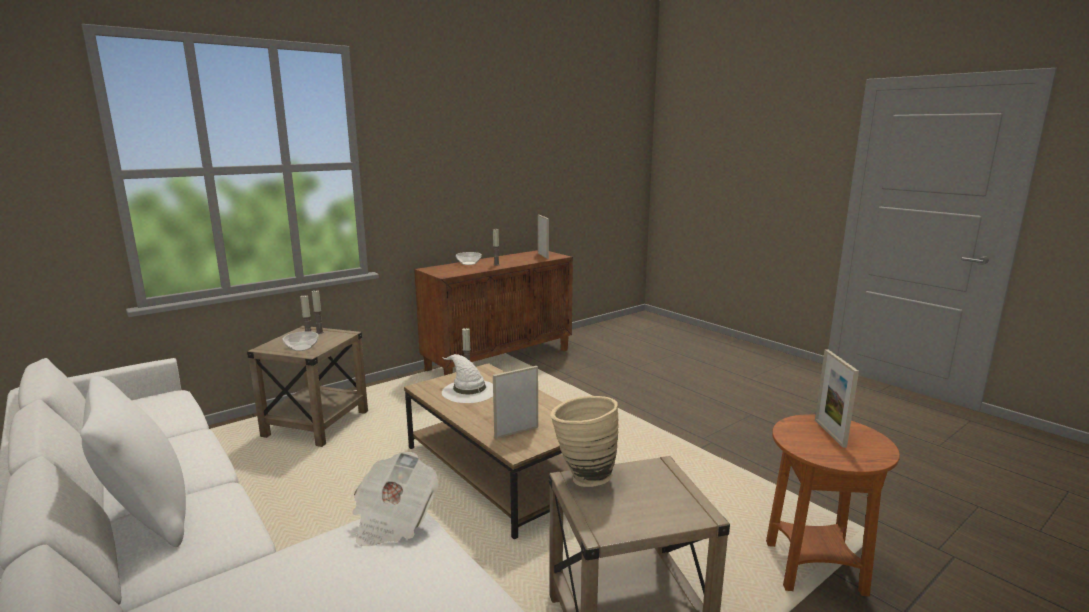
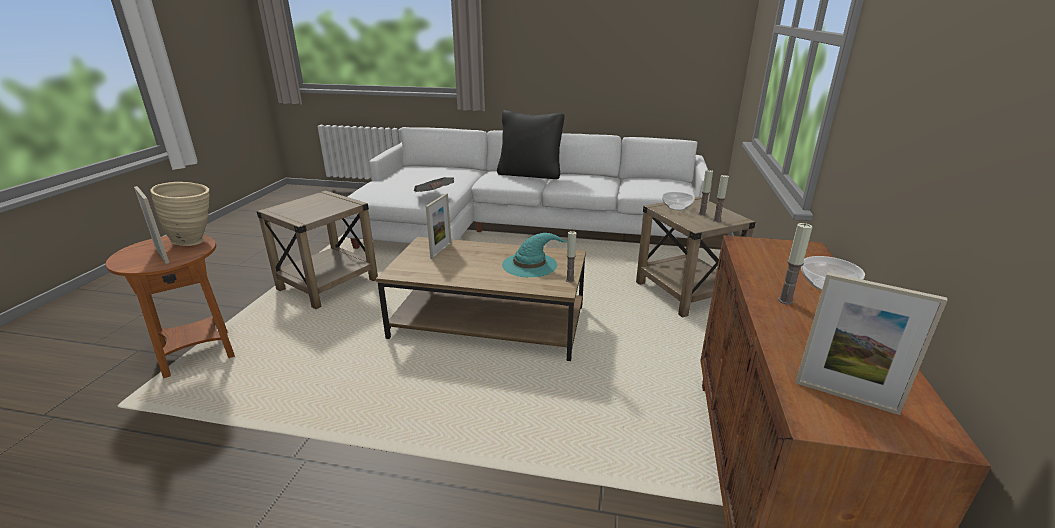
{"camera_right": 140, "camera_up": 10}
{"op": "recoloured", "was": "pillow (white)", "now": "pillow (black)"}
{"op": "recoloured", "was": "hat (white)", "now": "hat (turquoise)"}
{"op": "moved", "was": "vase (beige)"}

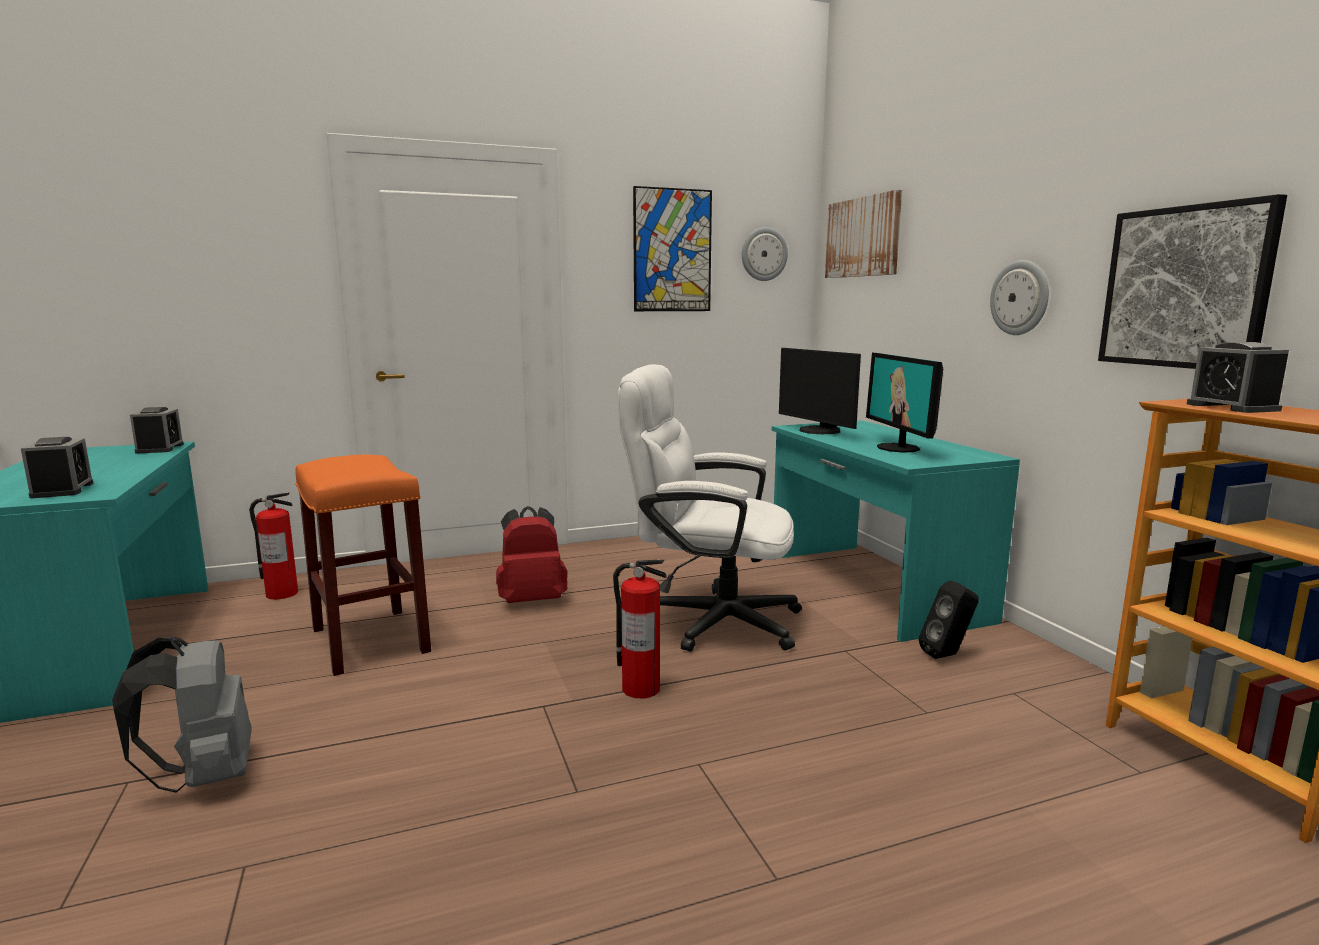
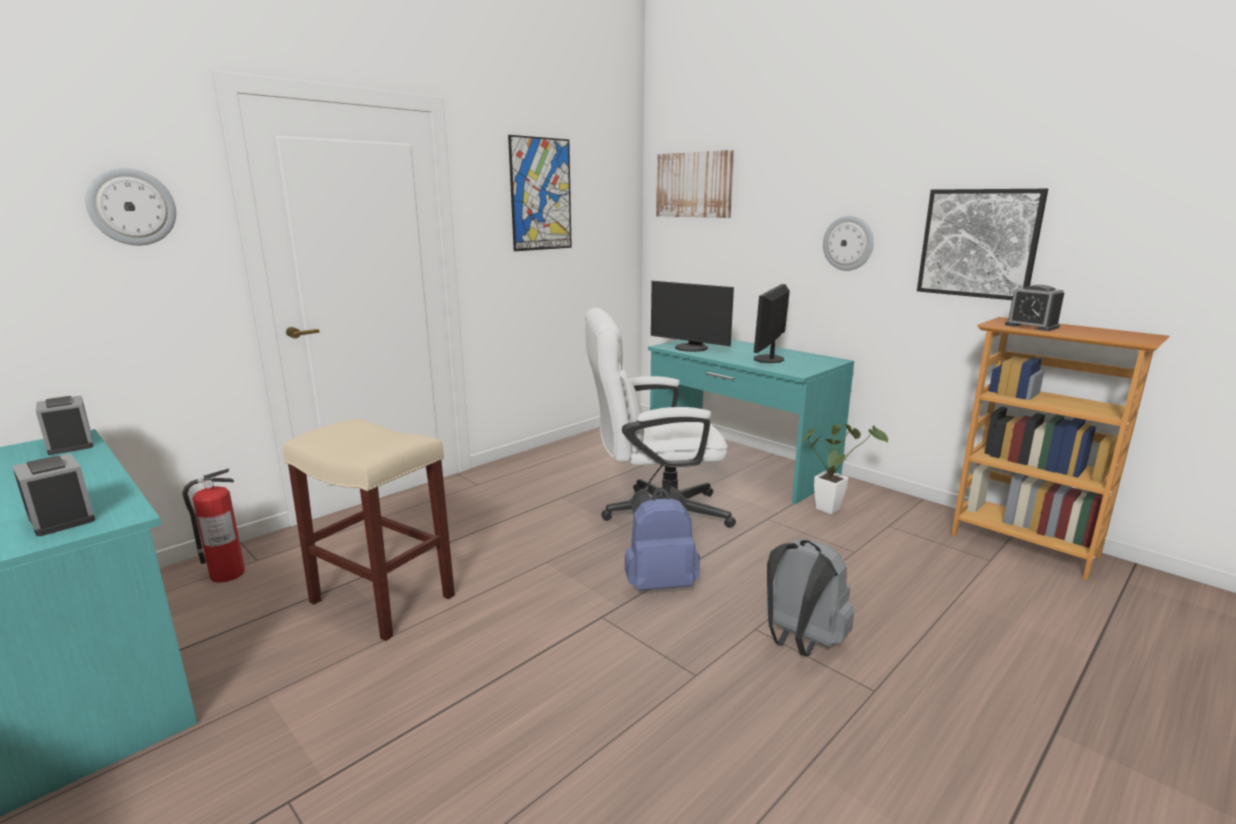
{"camera_right": -25, "camera_up": 5}
{"op": "moved", "was": "backpack (grey)"}
{"op": "recoloured", "was": "stool (orange)", "now": "stool (beige)"}
{"op": "removed", "was": "backpack (red)"}
{"op": "replaced", "was": "fire extinguisher (2nd from left)", "now": "backpack (blue)"}
{"op": "moved", "was": "wall clock (1st from left)"}
{"op": "turned", "was": "monitor (2nd from left)", "clockwise": 60}
{"op": "replaced", "was": "speaker (black)", "now": "potted plant"}

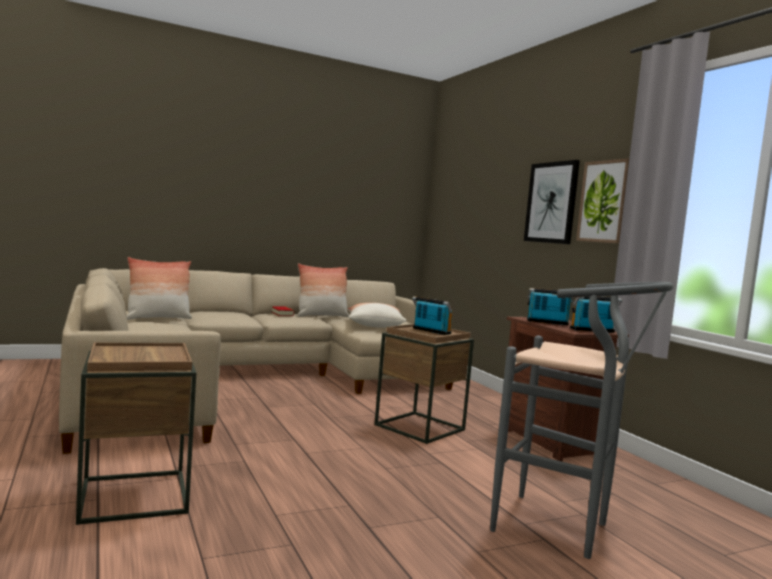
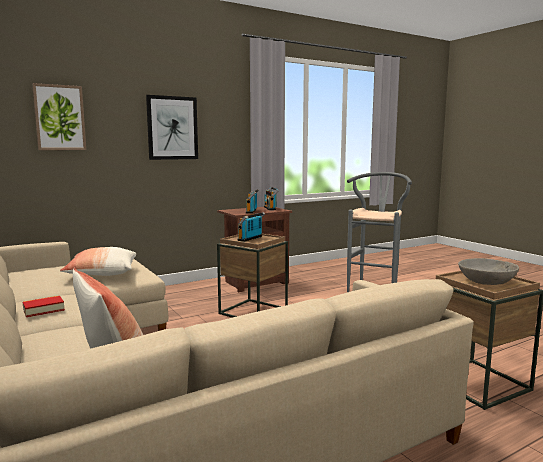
{"camera_right": -95, "camera_up": 5}
{"op": "removed", "was": "pillow (2nd from left)"}
{"op": "moved", "was": "picture (2nd from left in the first image)", "now": "picture (1st from left)"}
{"op": "added", "now": "bowl (grey)"}

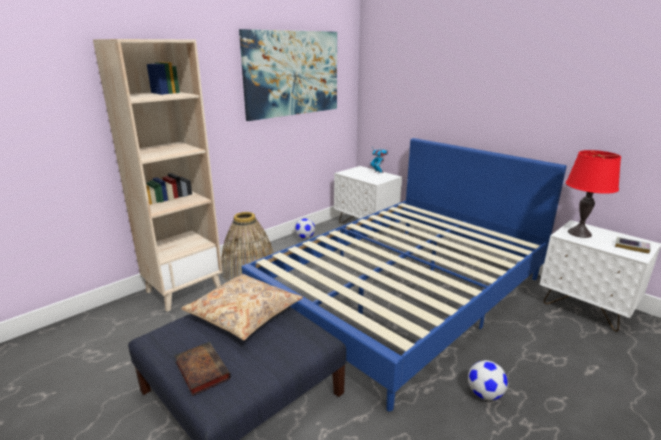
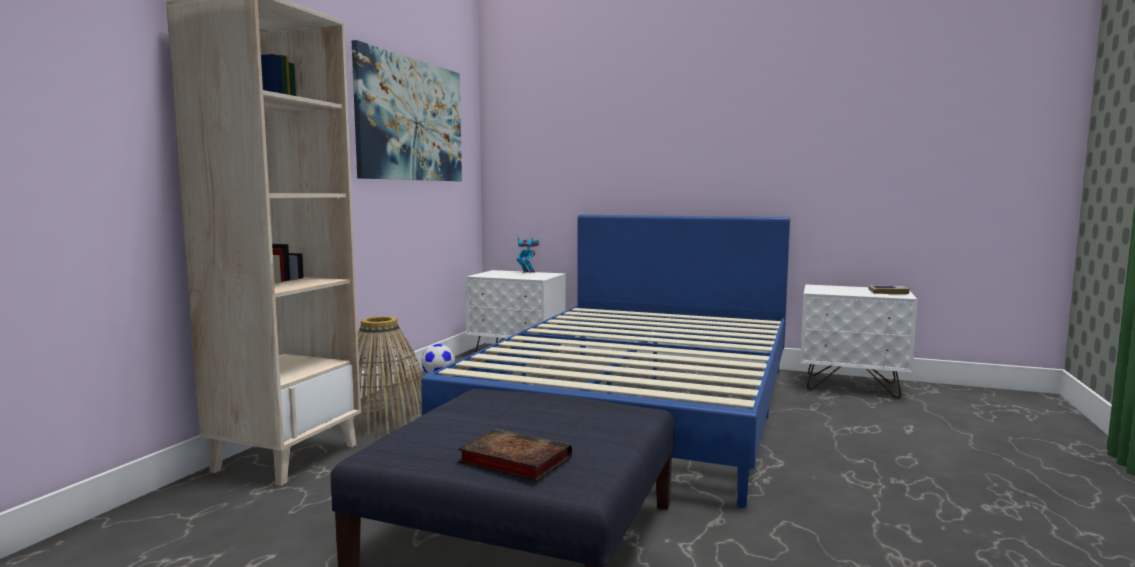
{"camera_right": -25, "camera_up": -15}
{"op": "removed", "was": "pillow (beige)"}
{"op": "removed", "was": "football (2nd from left)"}
{"op": "removed", "was": "table lamp (red)"}

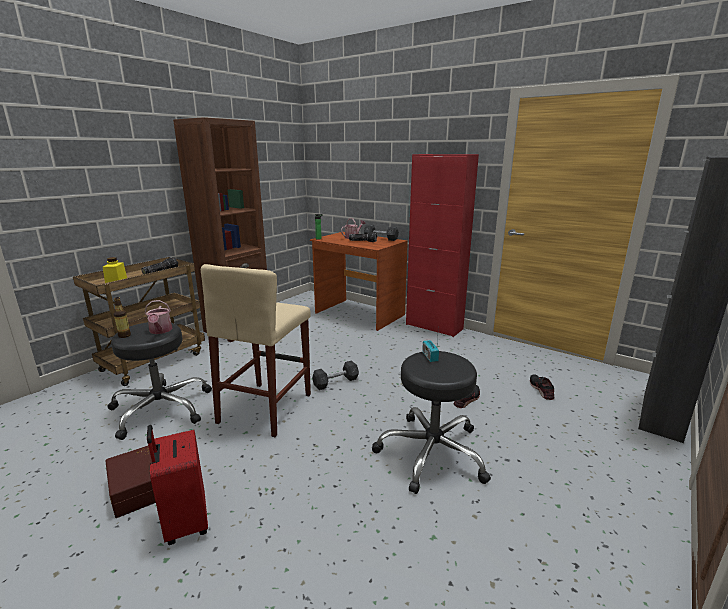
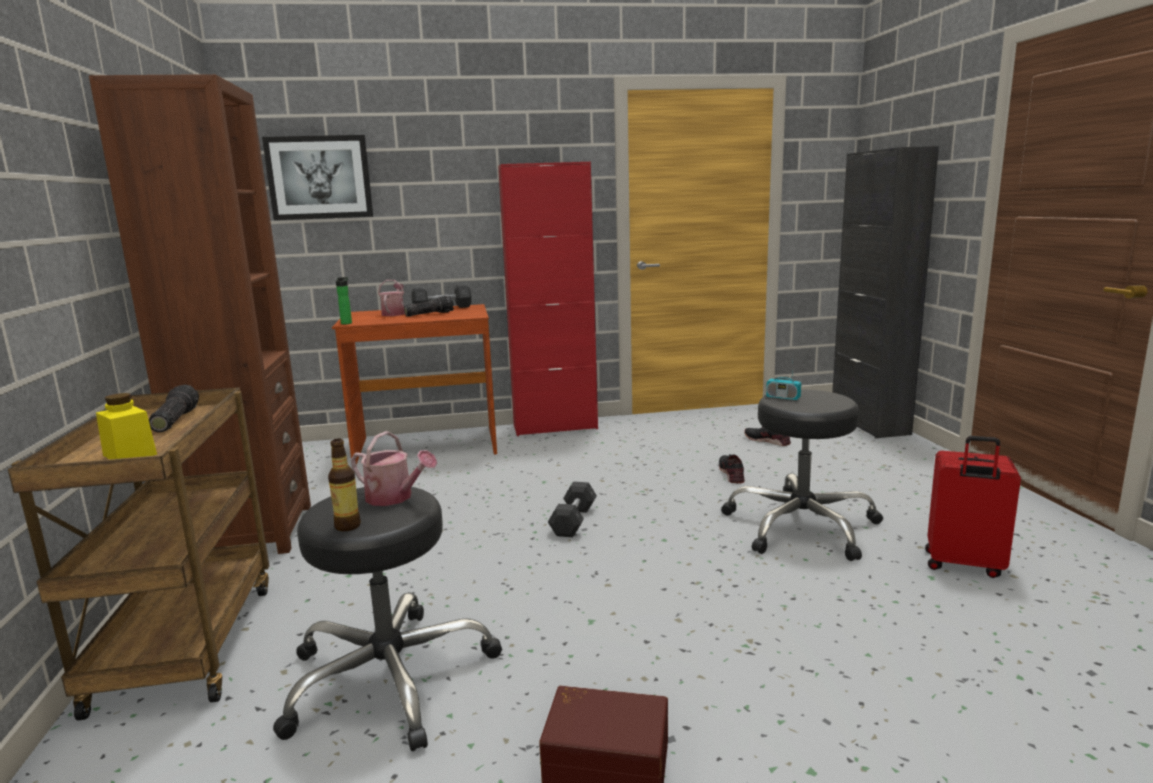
{"camera_right": -45, "camera_up": -5}
{"op": "moved", "was": "suitcase (red)"}
{"op": "removed", "was": "stool (beige)"}
{"op": "added", "now": "picture"}

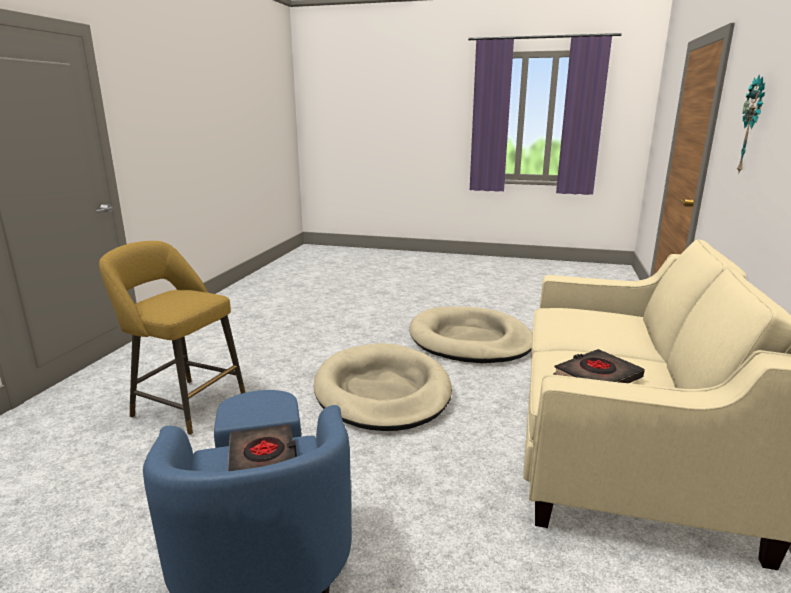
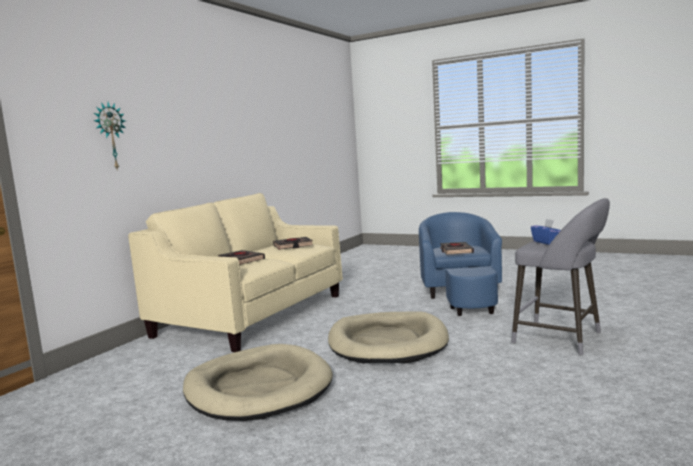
{"camera_right": -165, "camera_up": -10}
{"op": "recoloured", "was": "stool (yellow)", "now": "stool (grey)"}
{"op": "added", "now": "book (black) (1st from left)"}
{"op": "added", "now": "tissue box (blue)"}

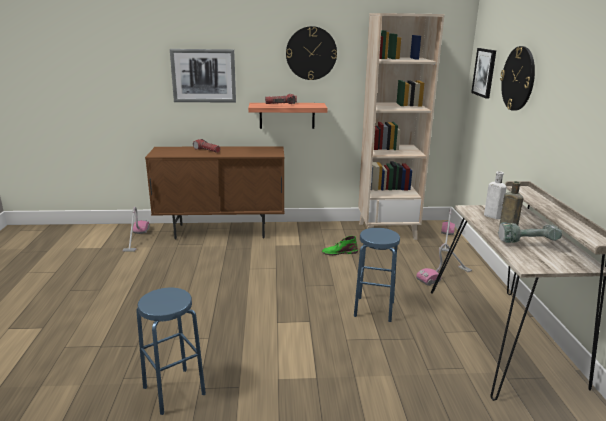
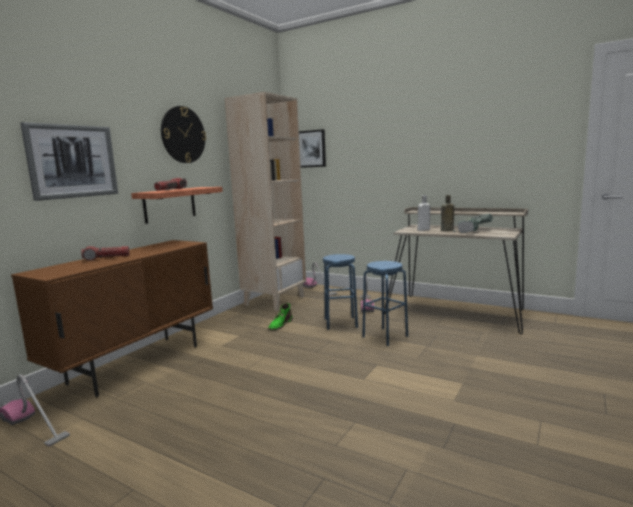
{"camera_right": -55, "camera_up": -10}
{"op": "moved", "was": "stool (blue) (1st from left)"}
{"op": "removed", "was": "wall clock (2nd from left)"}

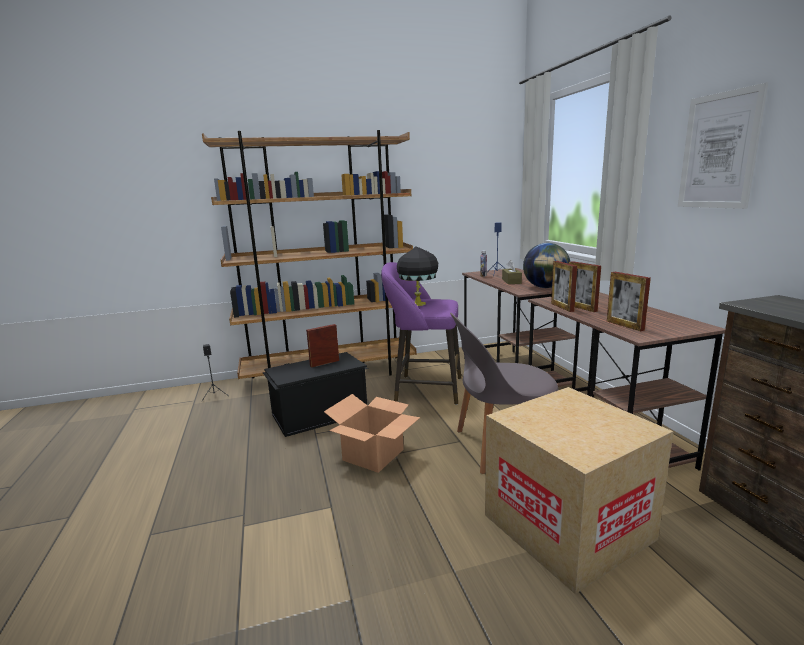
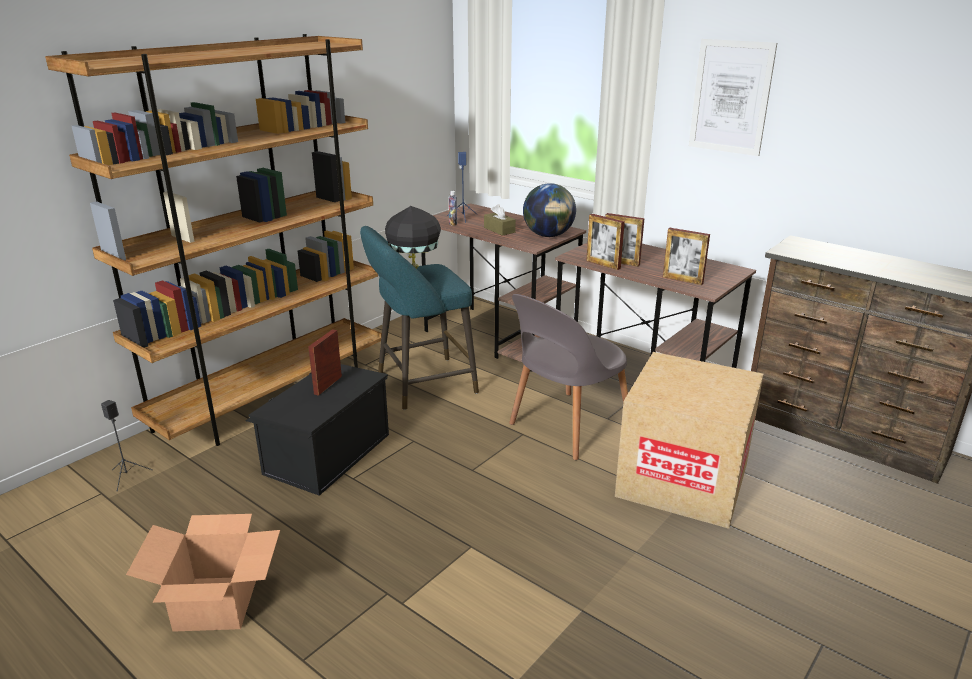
{"camera_right": -35, "camera_up": 10}
{"op": "moved", "was": "cardboard box (1st from left)"}
{"op": "recoloured", "was": "stool (purple)", "now": "stool (turquoise)"}

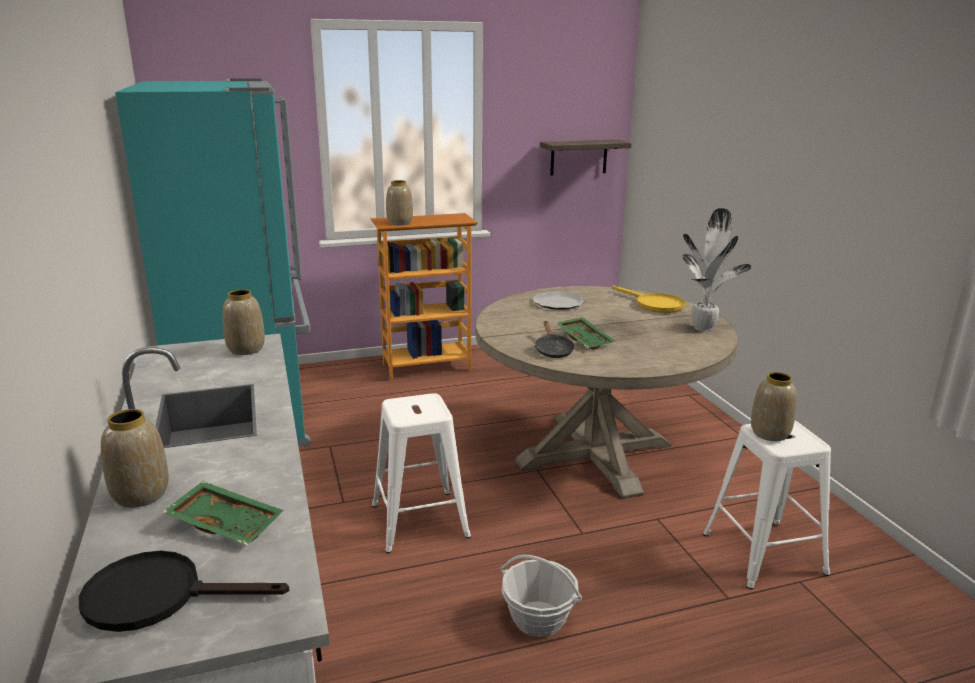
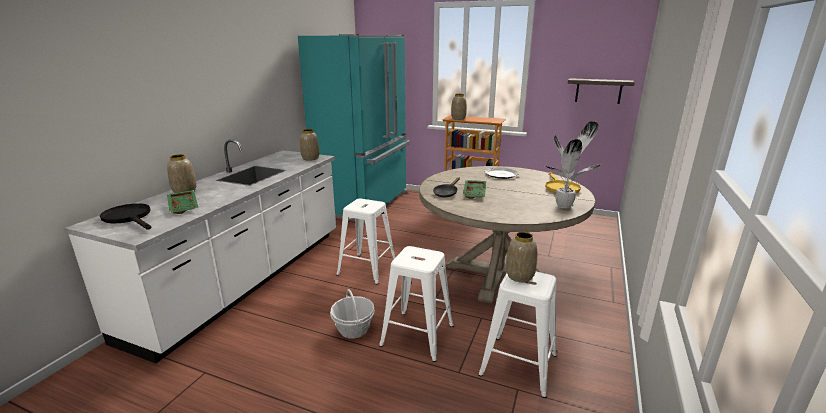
{"camera_right": 40, "camera_up": 0}
{"op": "added", "now": "stool (white) (2nd from left)"}

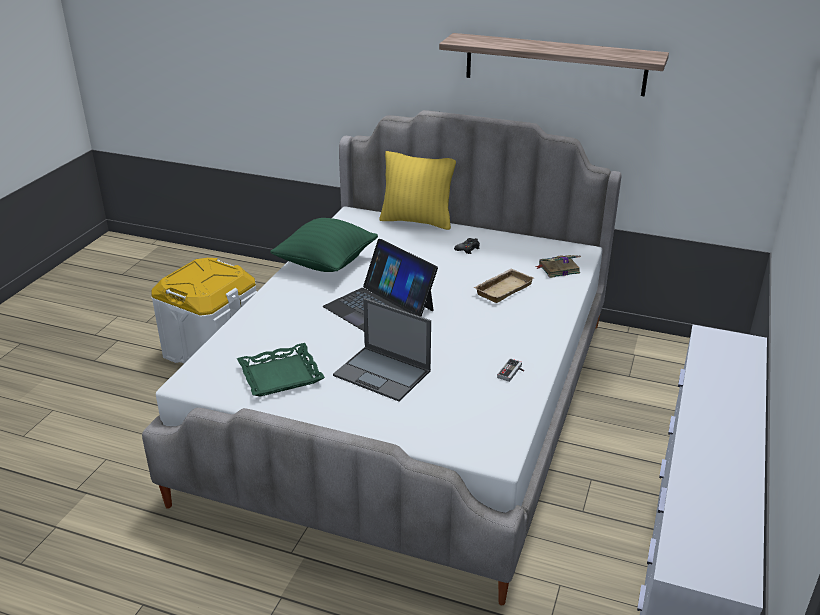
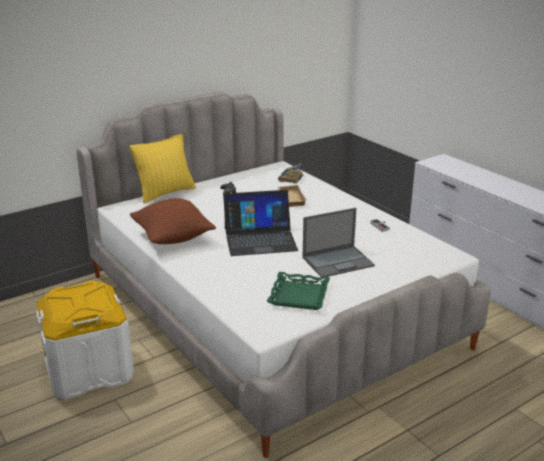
{"camera_right": -55, "camera_up": -5}
{"op": "recoloured", "was": "pillow (green)", "now": "pillow (brown)"}
{"op": "removed", "was": "shelf"}

